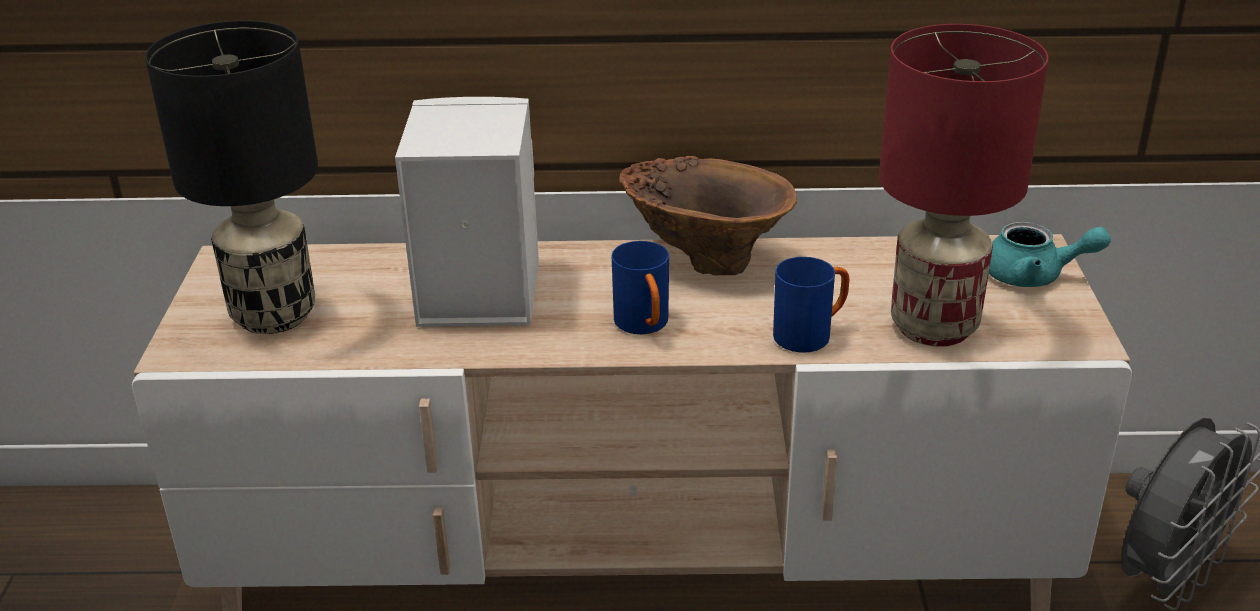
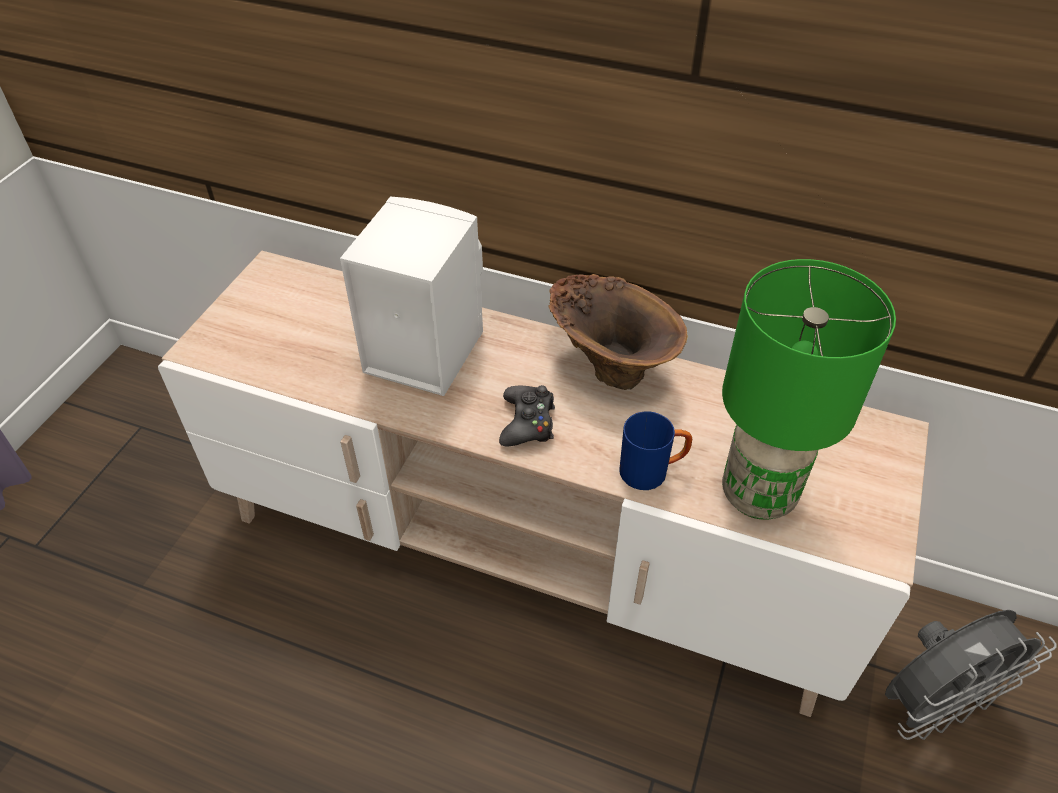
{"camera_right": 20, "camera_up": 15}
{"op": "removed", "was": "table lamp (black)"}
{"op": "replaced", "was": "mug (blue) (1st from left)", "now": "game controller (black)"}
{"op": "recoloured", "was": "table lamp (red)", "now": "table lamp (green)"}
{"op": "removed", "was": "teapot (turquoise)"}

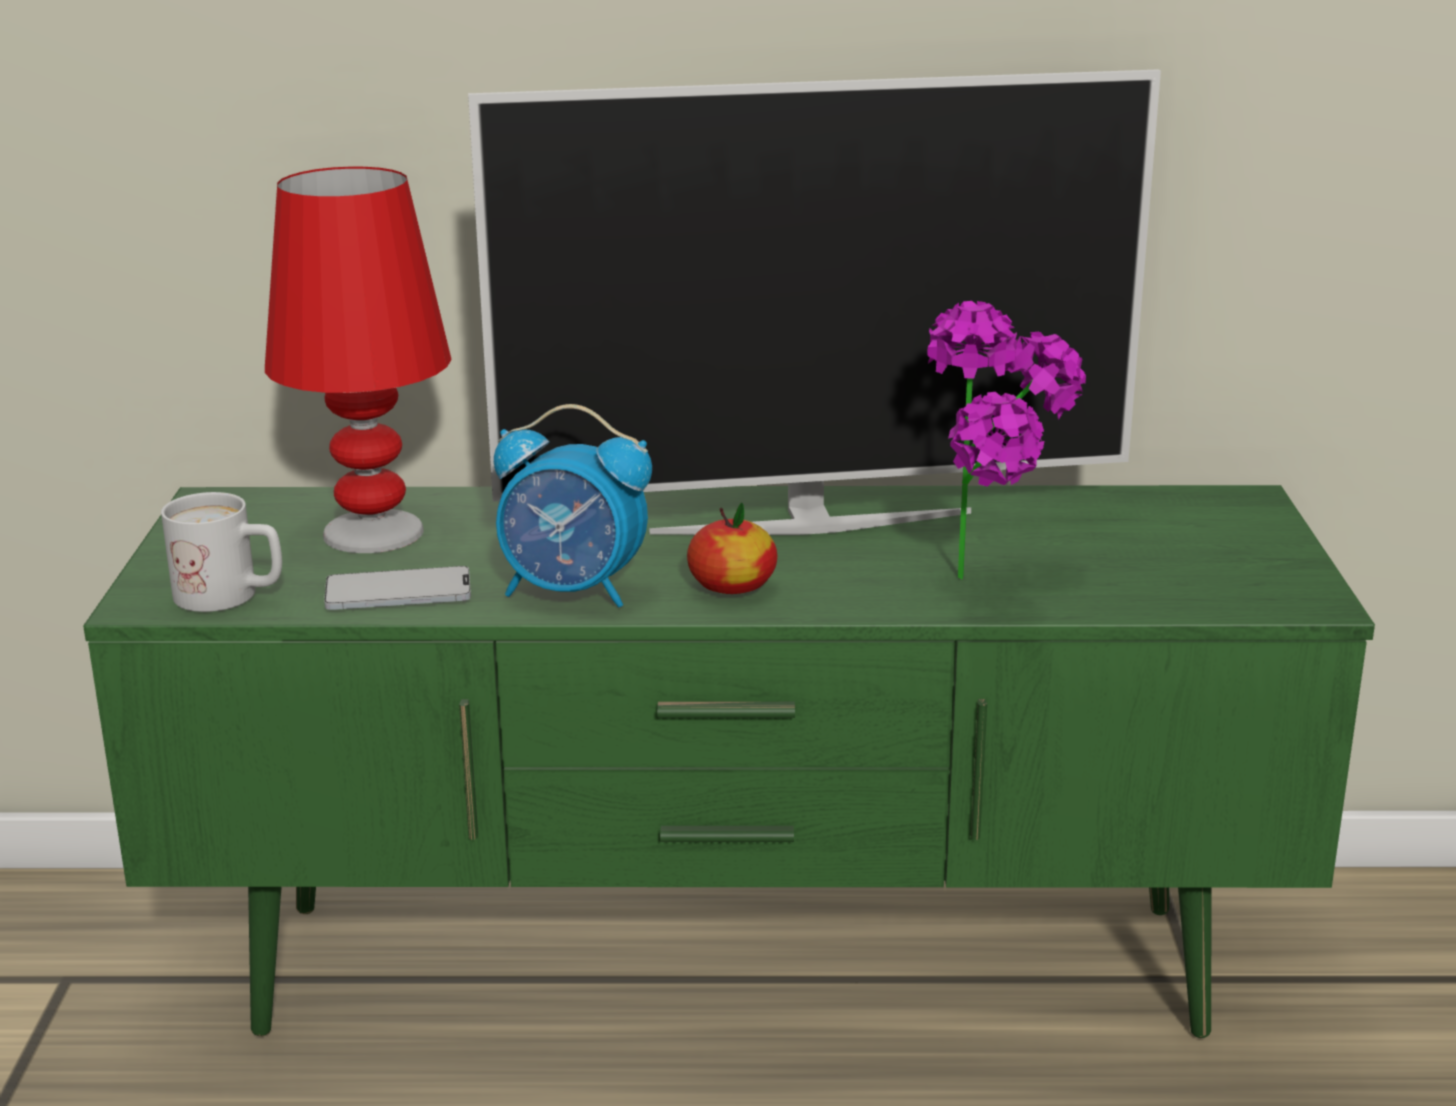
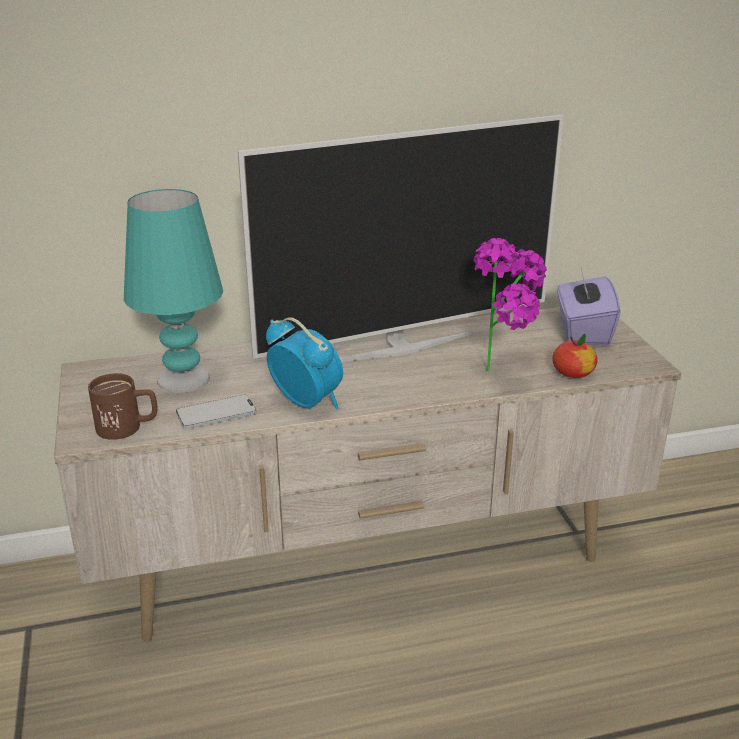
{"camera_right": -15, "camera_up": 5}
{"op": "recoloured", "was": "tv stand (green)", "now": "tv stand (beige)"}
{"op": "recoloured", "was": "mug (white)", "now": "mug (brown)"}
{"op": "recoloured", "was": "table lamp (red)", "now": "table lamp (turquoise)"}
{"op": "turned", "was": "alarm clock", "clockwise": -135}
{"op": "moved", "was": "apple"}
{"op": "added", "now": "tissue box (purple)"}

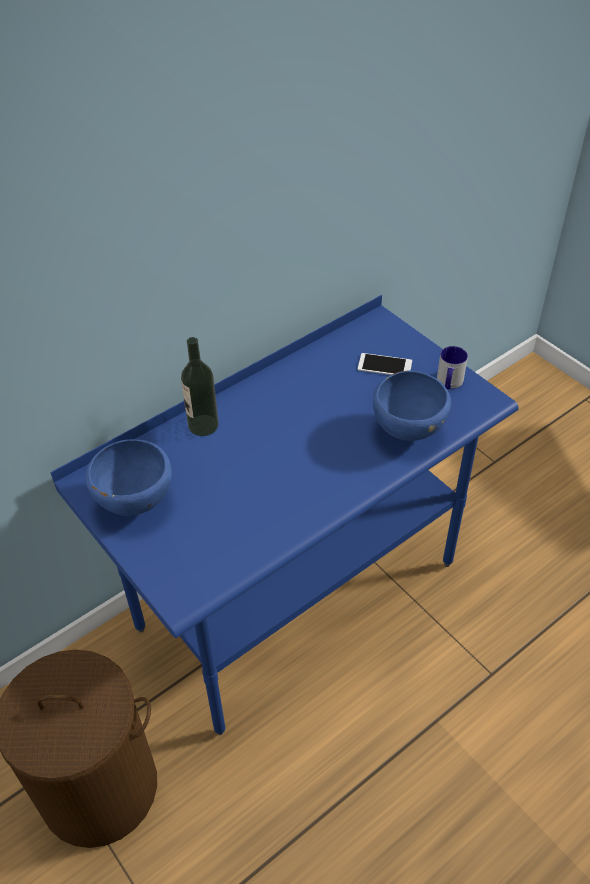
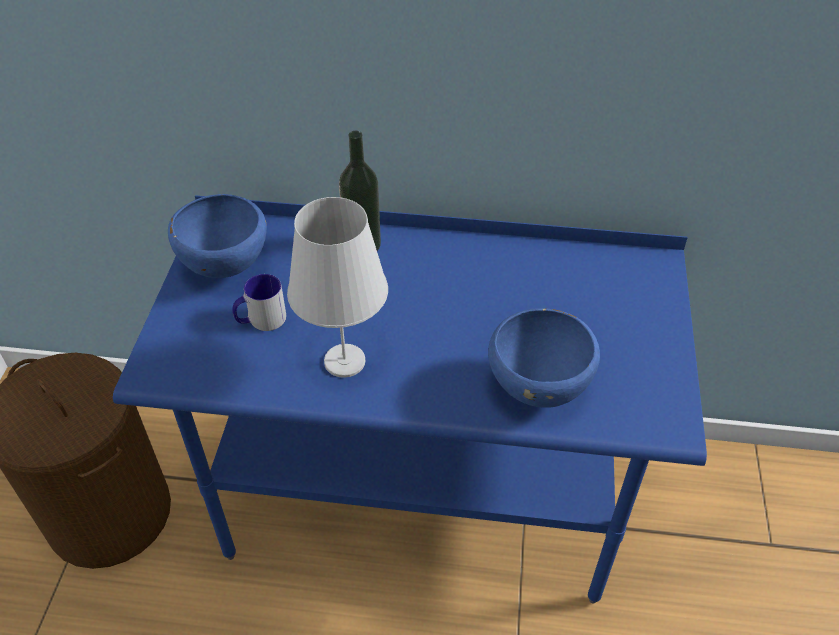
{"camera_right": 45, "camera_up": 0}
{"op": "removed", "was": "phone"}
{"op": "moved", "was": "mug"}
{"op": "added", "now": "table lamp (white)"}

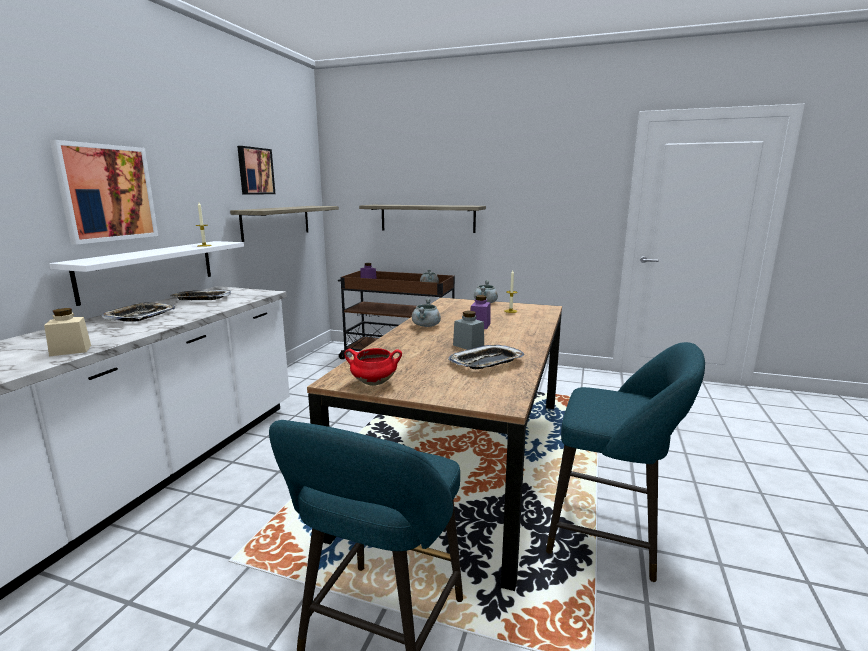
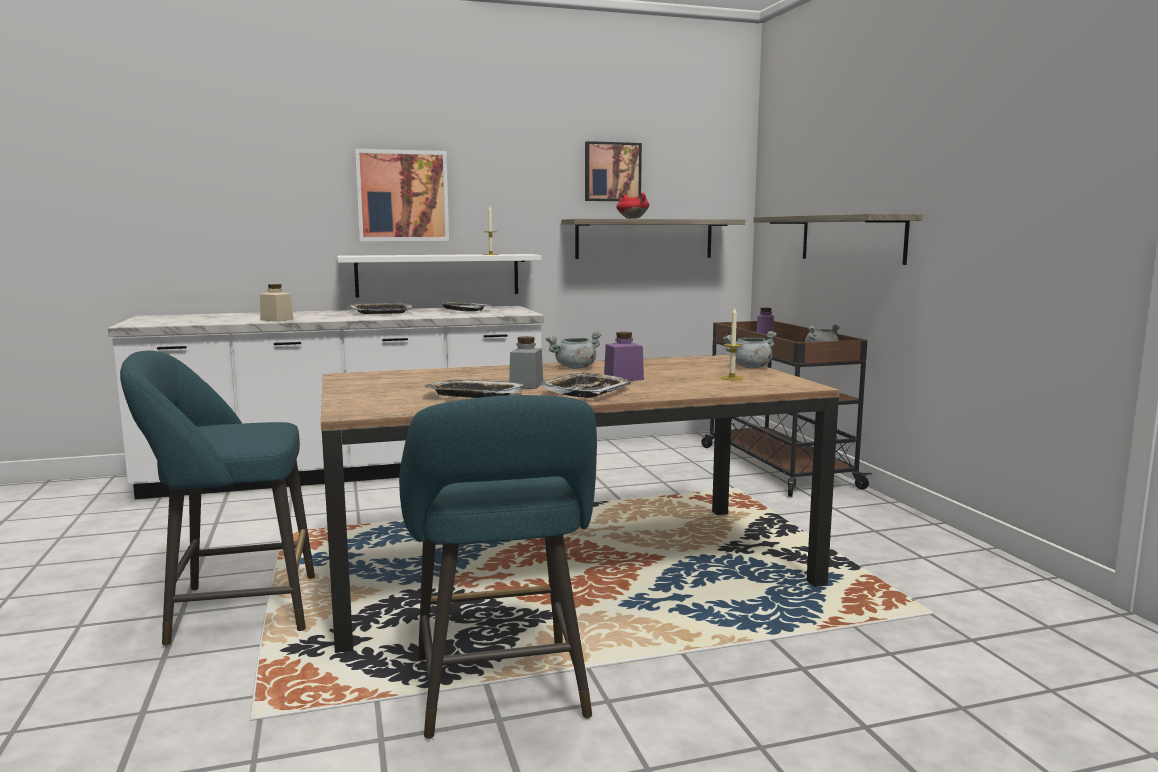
{"camera_right": 55, "camera_up": -5}
{"op": "moved", "was": "cooking pot (red)"}
{"op": "added", "now": "tray (4th from left)"}

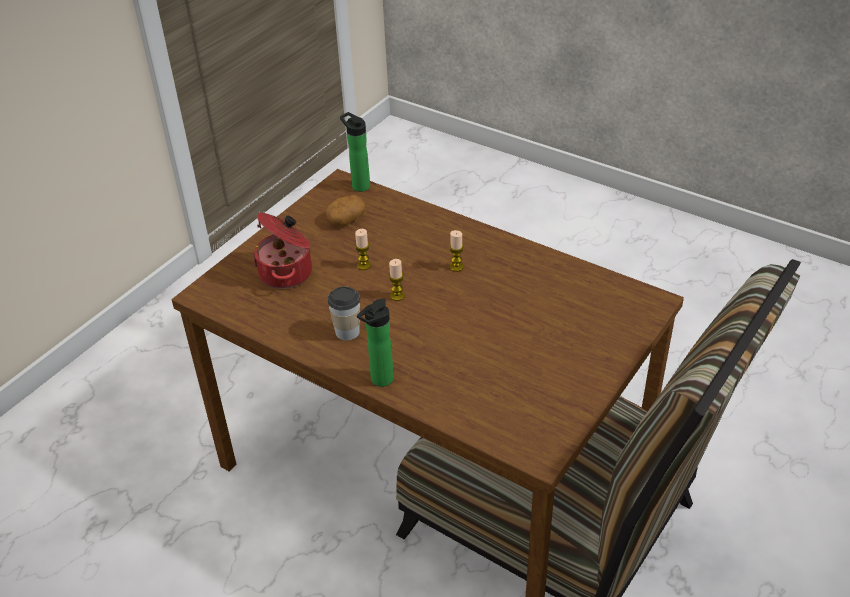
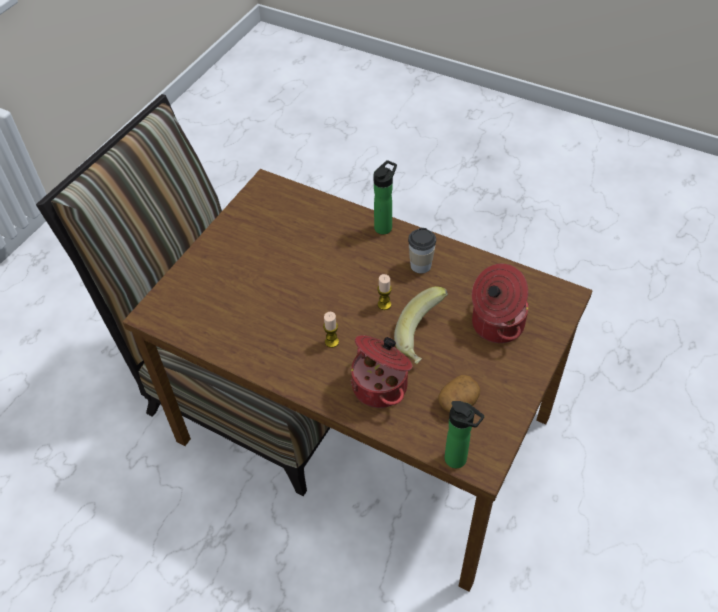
{"camera_right": 175, "camera_up": 10}
{"op": "replaced", "was": "candle (1st from left)", "now": "banana"}
{"op": "added", "now": "cooking pot (1st from left)"}

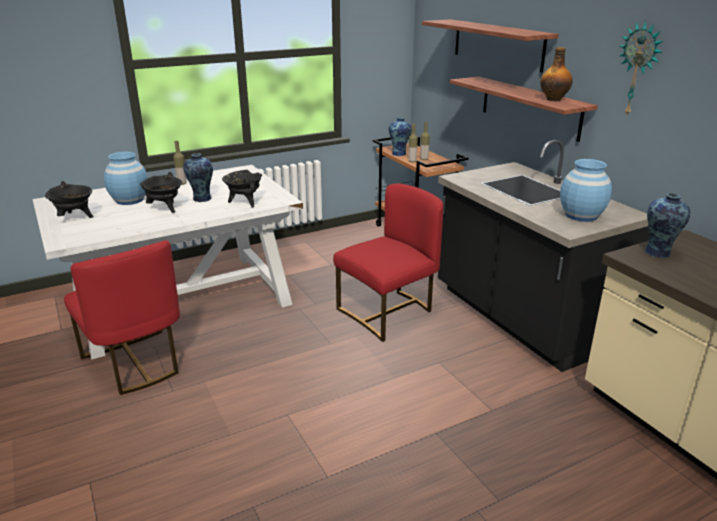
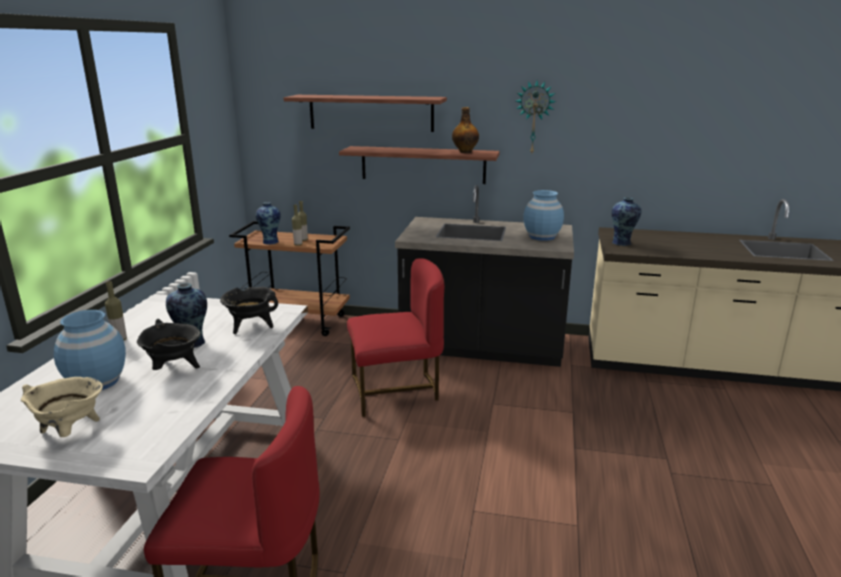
{"camera_right": -50, "camera_up": -5}
{"op": "recoloured", "was": "cooking pot (black) (1st from left)", "now": "cooking pot (beige)"}
{"op": "turned", "was": "chair (red) (2nd from left)", "clockwise": 75}

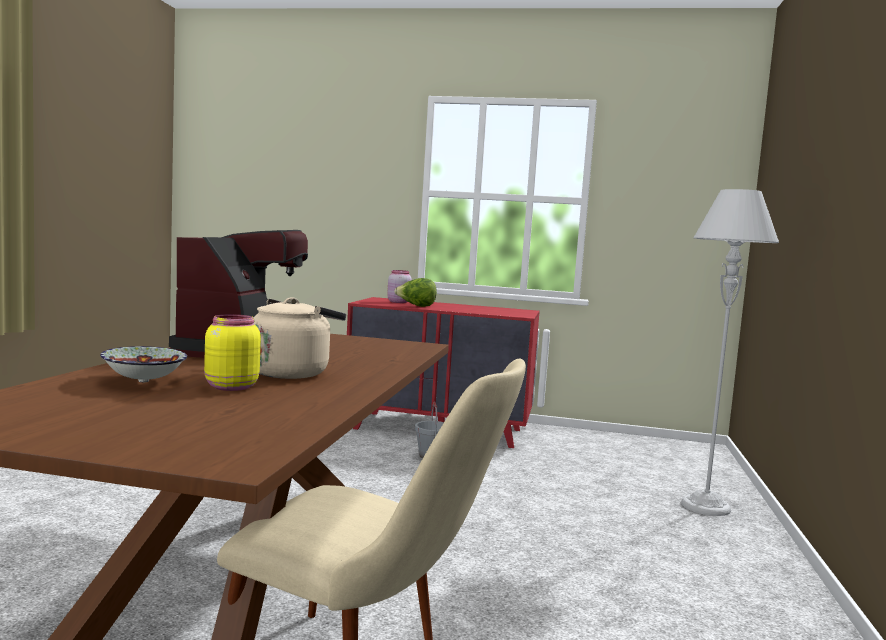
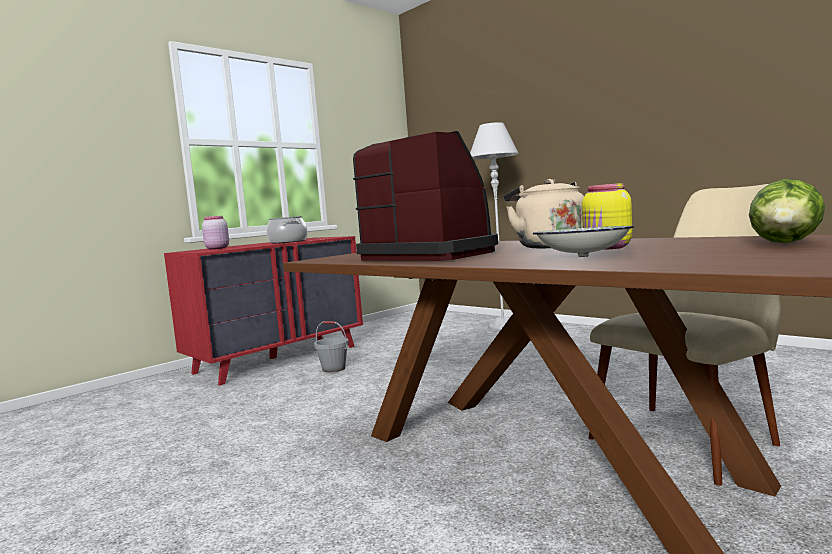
{"camera_right": -55, "camera_up": 0}
{"op": "moved", "was": "lettuce"}
{"op": "added", "now": "cooking pot"}

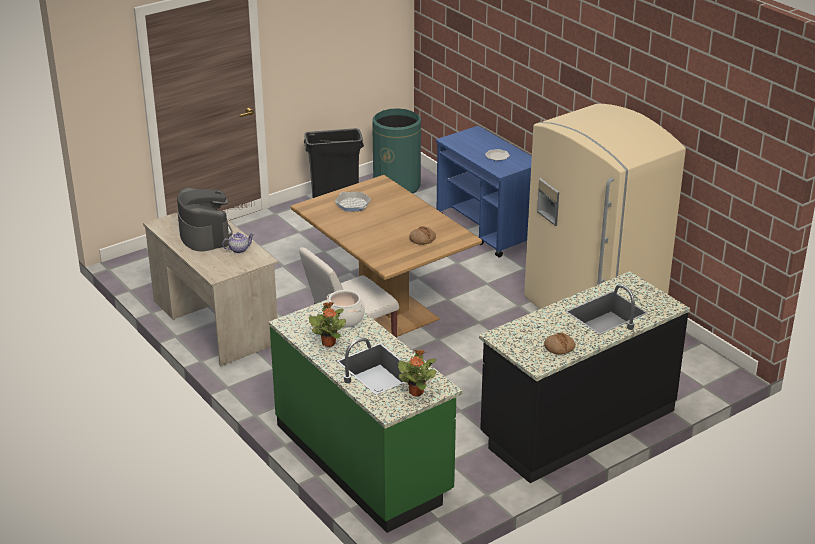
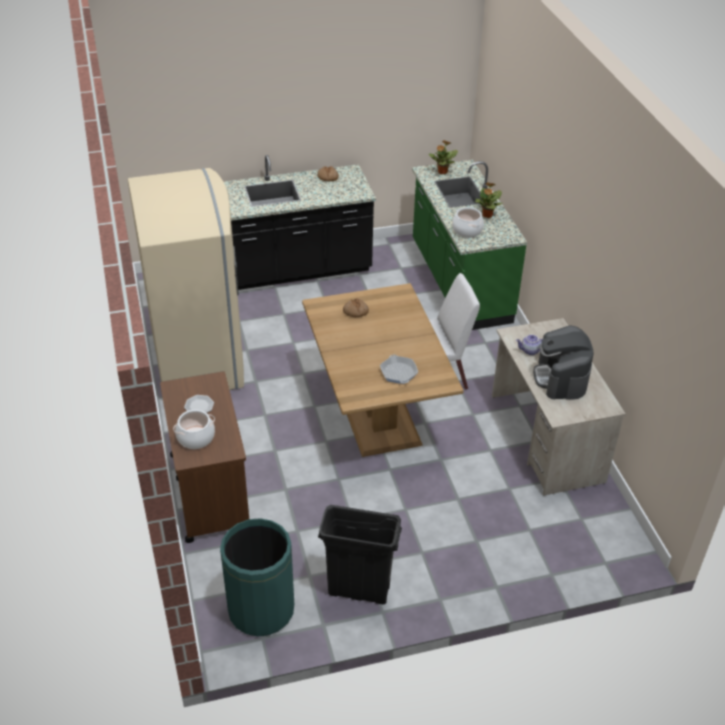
{"camera_right": -160, "camera_up": 10}
{"op": "recoloured", "was": "cart (blue)", "now": "cart (brown)"}
{"op": "added", "now": "cooking pot (1st from left)"}

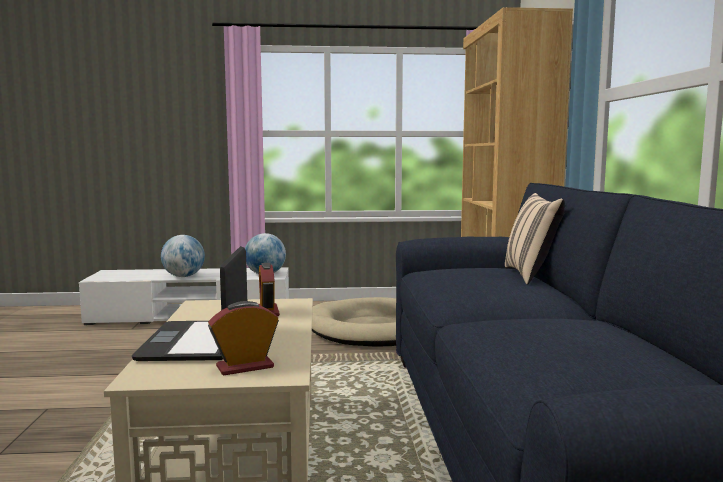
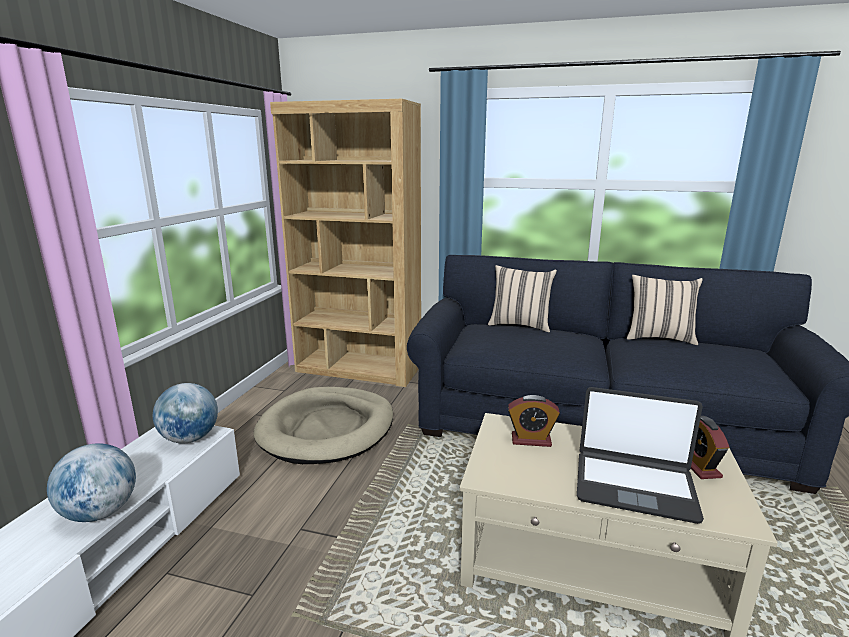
{"camera_right": -70, "camera_up": 10}
{"op": "added", "now": "pillow (beige) (2nd from left)"}

